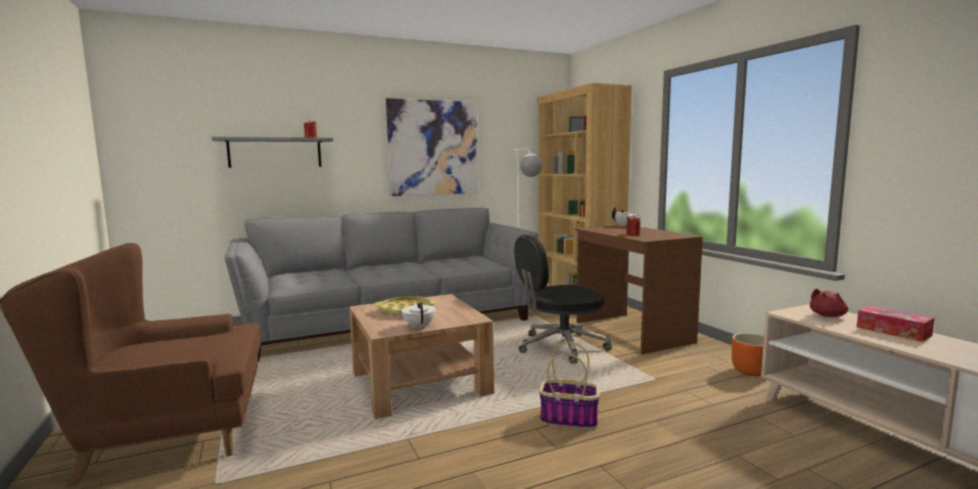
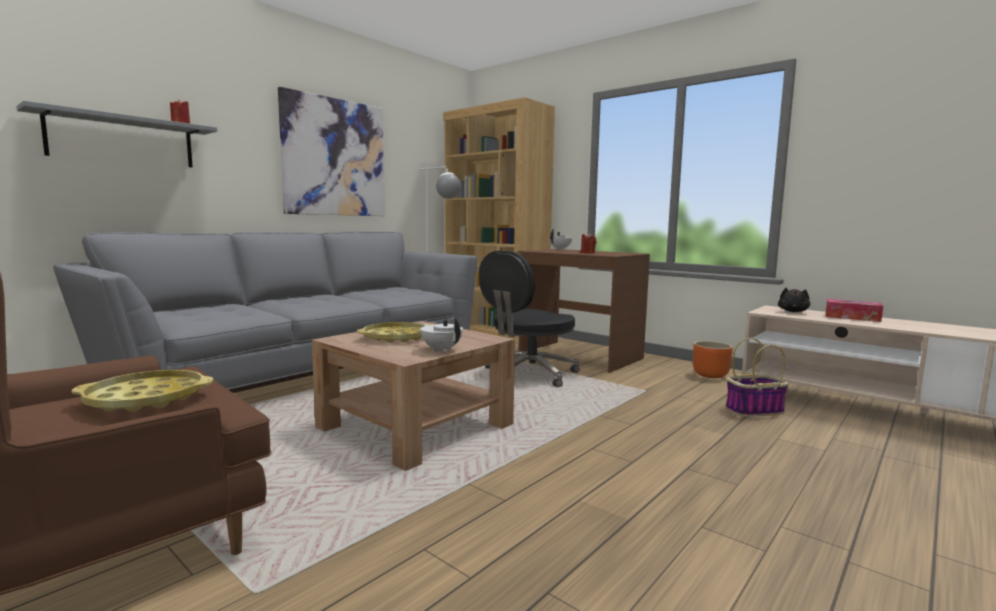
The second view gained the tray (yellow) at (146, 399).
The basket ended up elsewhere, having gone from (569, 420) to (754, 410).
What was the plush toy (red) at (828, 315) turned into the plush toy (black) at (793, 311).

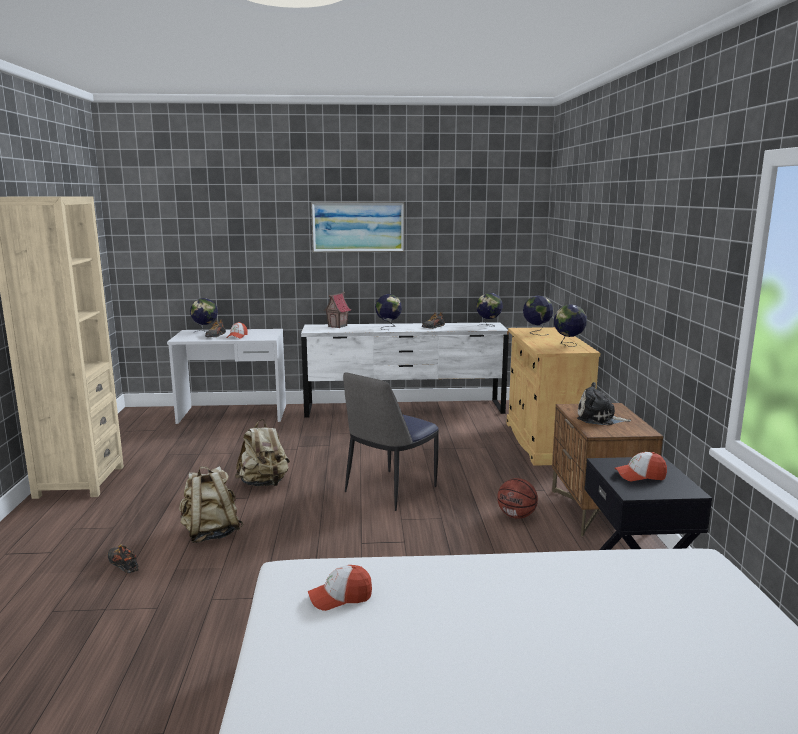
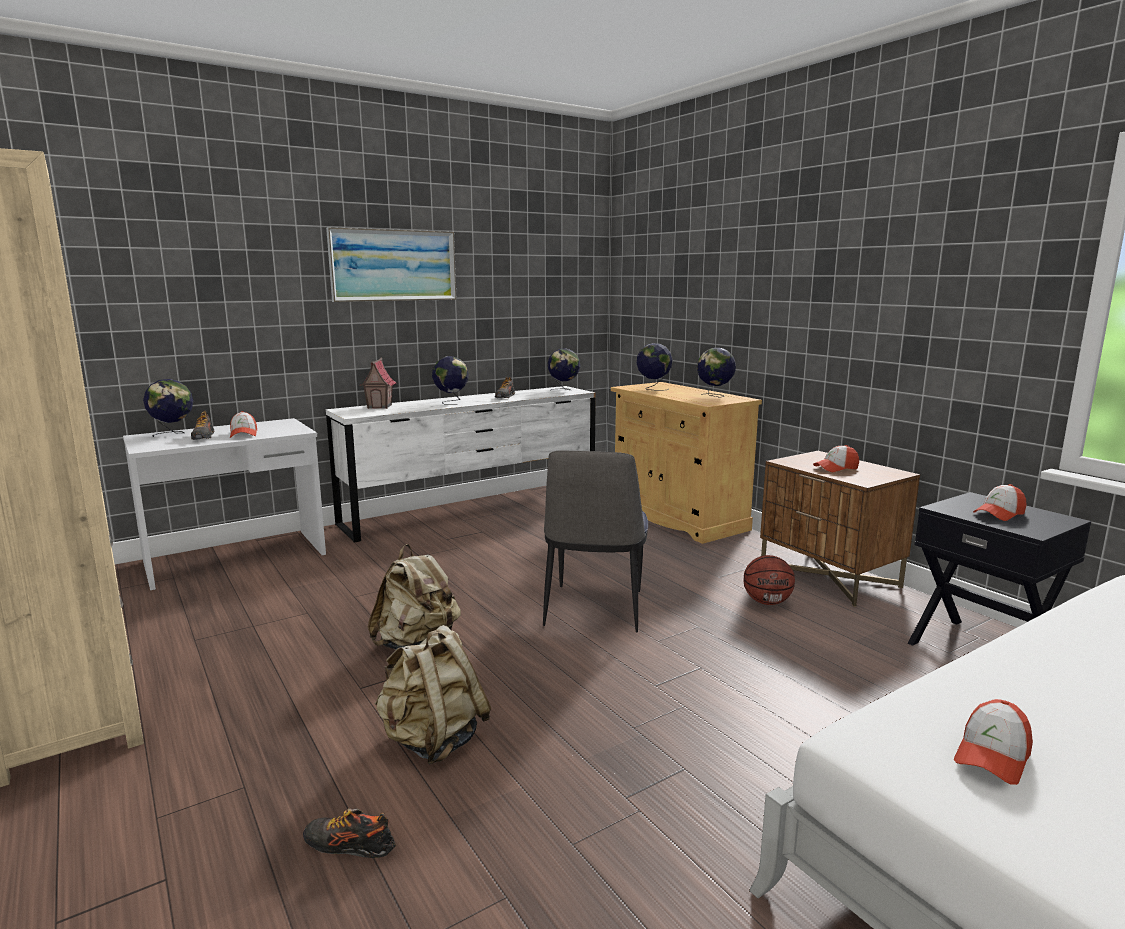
Where the plush toy stood at (599, 419), the cap came to stand at (836, 468).

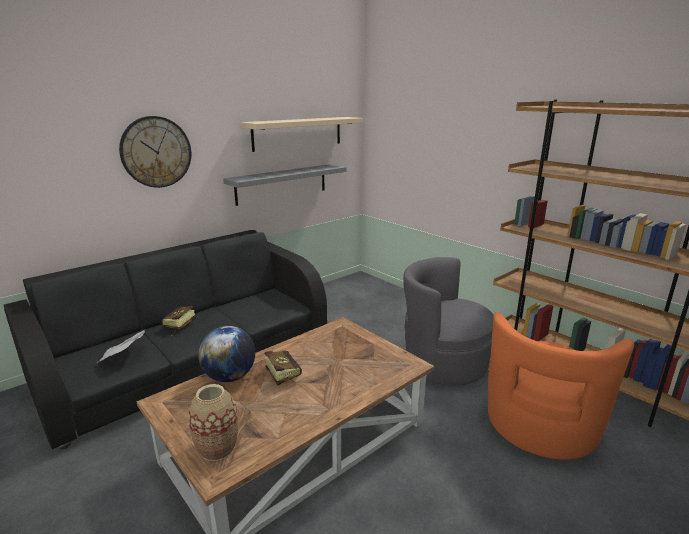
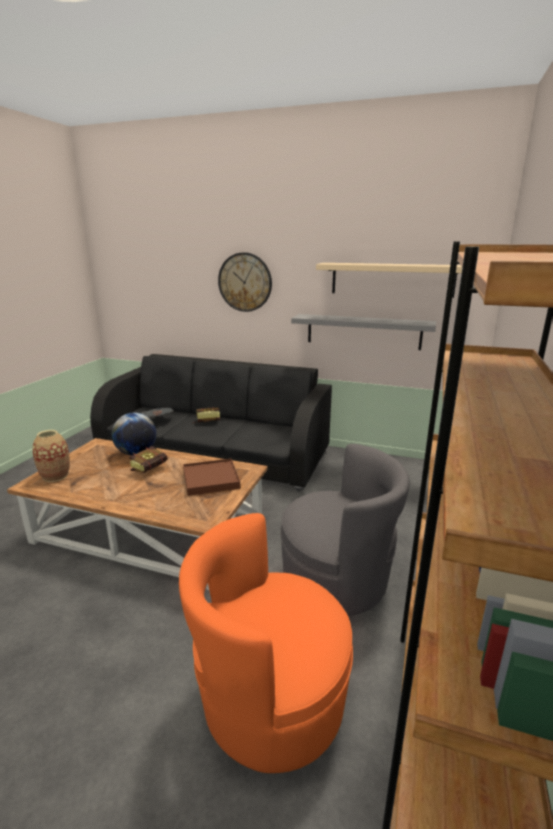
The second view gained the tray (brown) at (210, 479).
The armchair (grey) at (443, 363) ended up facing another way, 105 degrees clockwise from before.

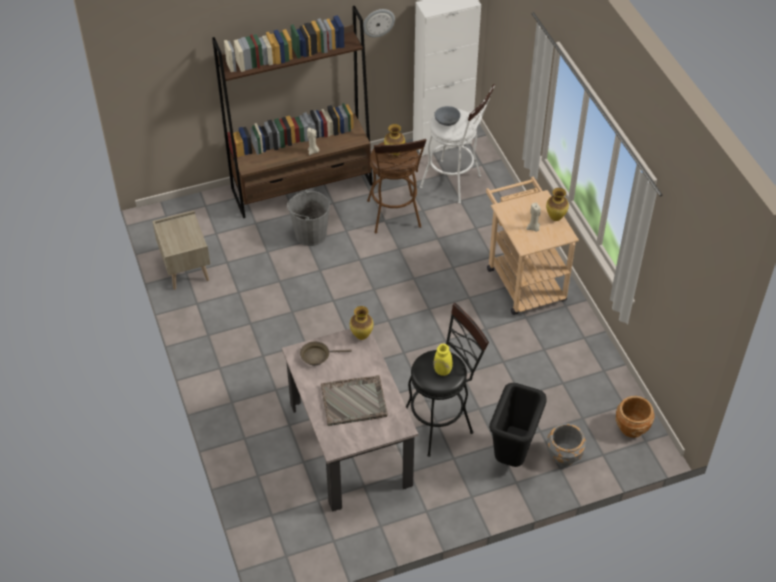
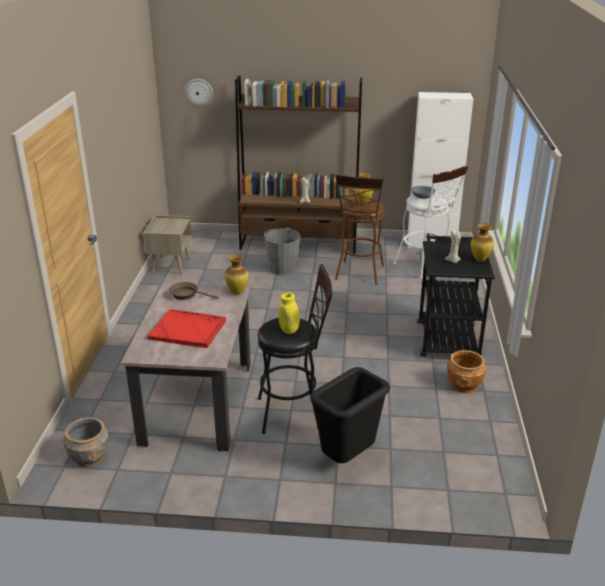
The wall clock ended up elsewhere, having gone from (378, 22) to (199, 92).
The planter (grey) ended up elsewhere, having gone from (563, 455) to (89, 457).
The planter (brown) ended up elsewhere, having gone from (632, 427) to (464, 385).
What was the tray (grey) at (354, 401) turned into the tray (red) at (188, 330).
What was the cart (beige) at (522, 279) turned into the cart (black) at (447, 336).

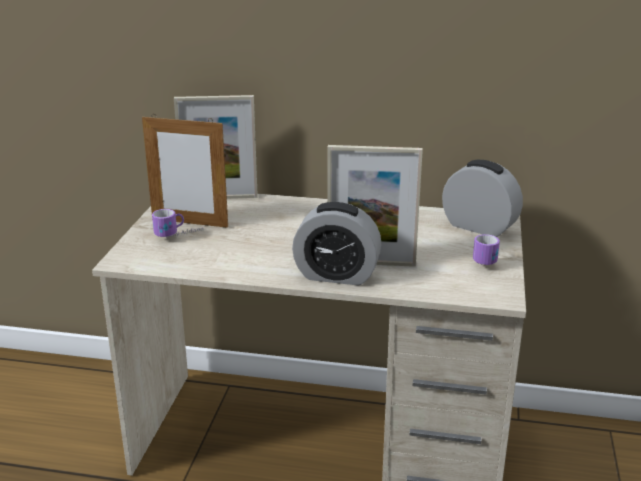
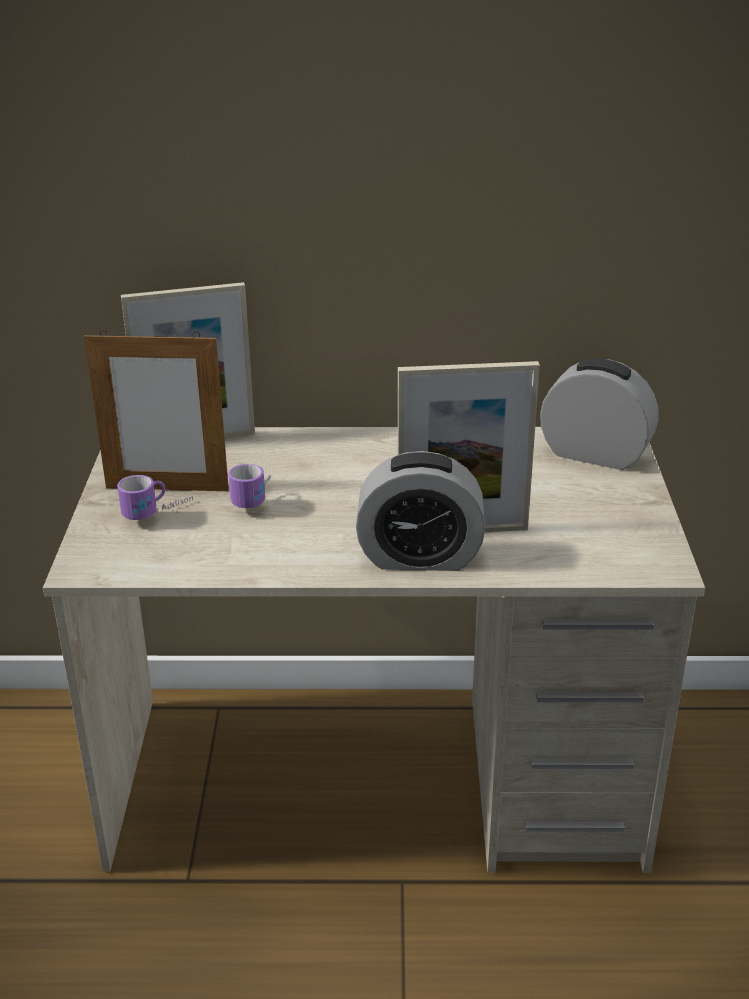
The mug ended up elsewhere, having gone from (489, 260) to (257, 498).

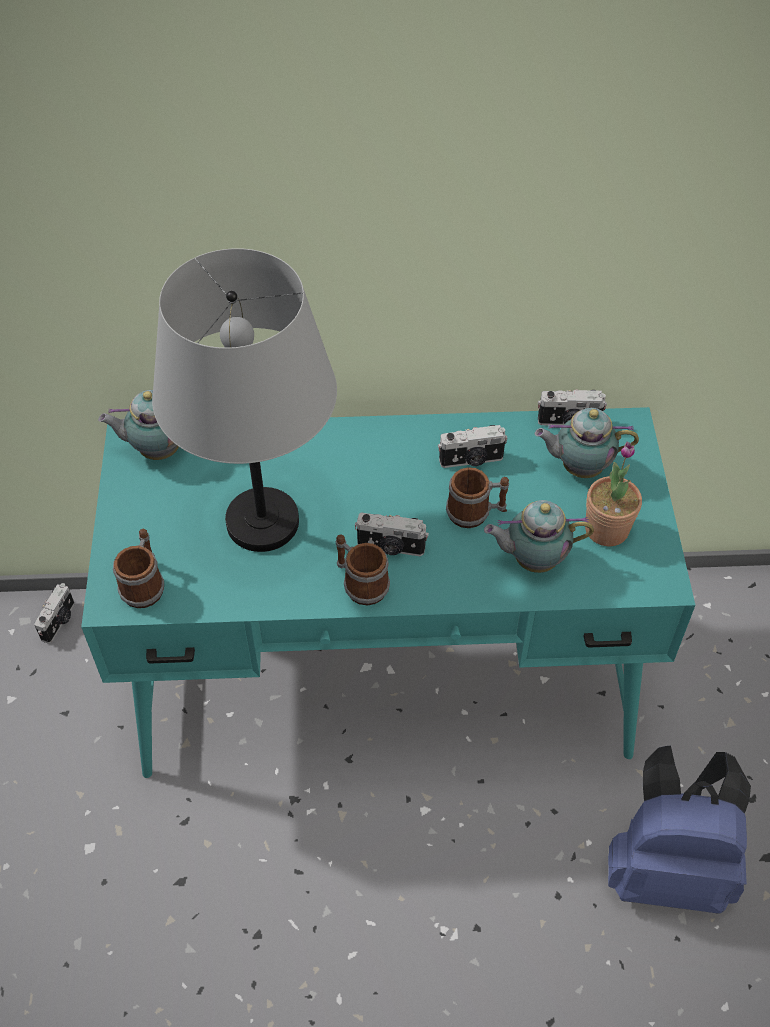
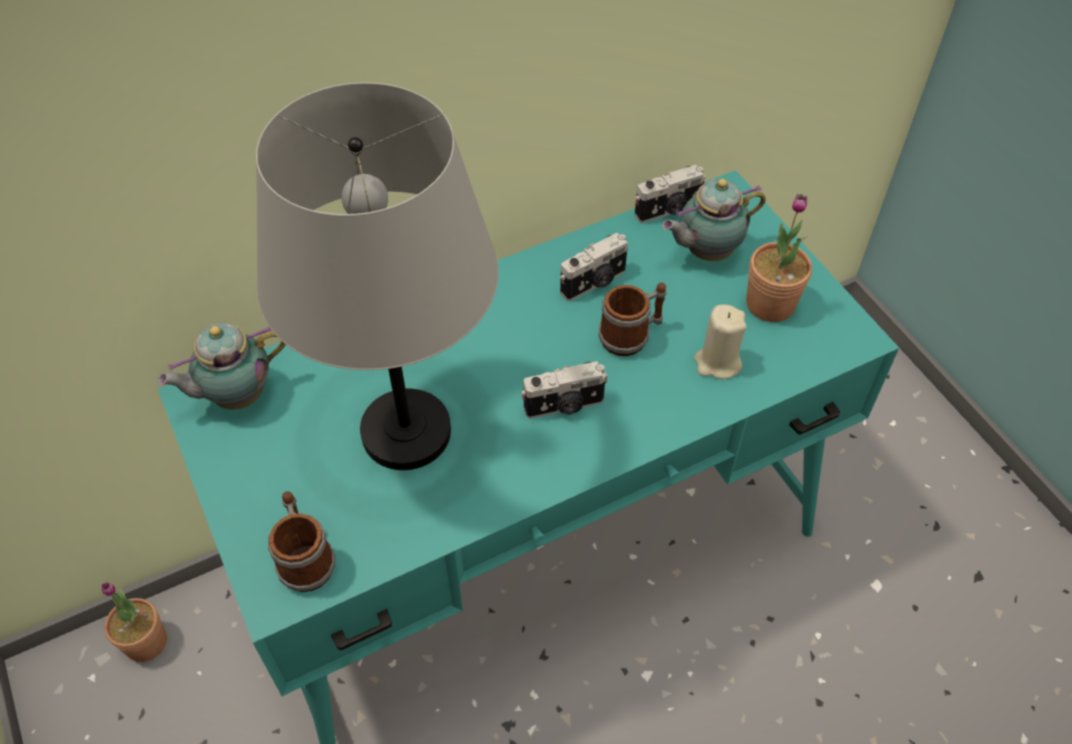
The second view lost the mug at (360, 583).
The second view lost the backpack (blue) at (666, 867).
Where the photo camera stood at (59, 621), the potted plant came to stand at (146, 642).
Where the teapot stood at (532, 559), the candle (beige) came to stand at (717, 362).

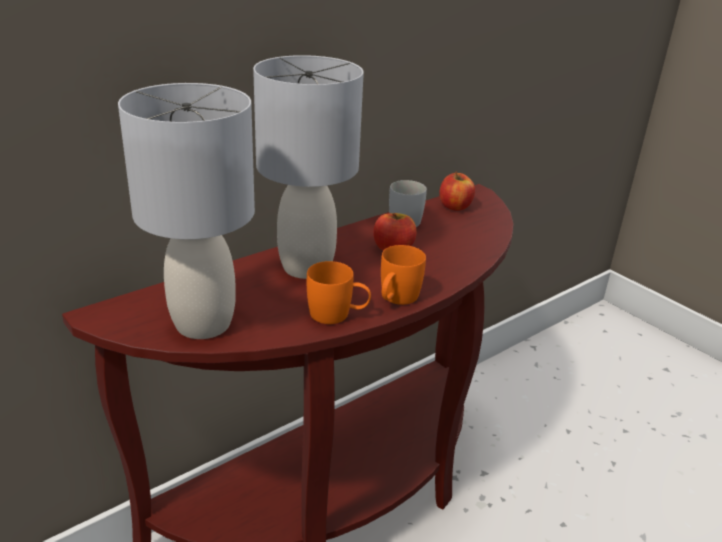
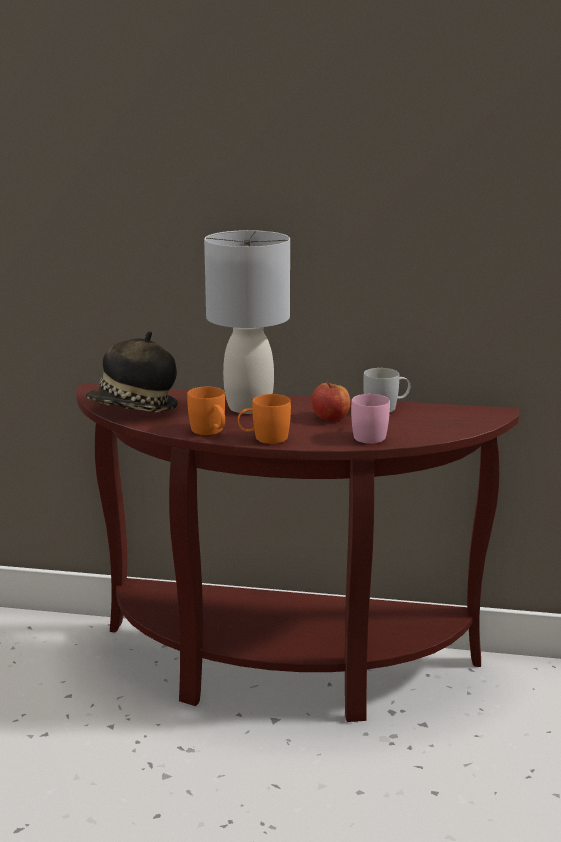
The second view lost the apple at (455, 206).
The second view gained the mug (pink) at (370, 435).
Where the table lamp (grey) stood at (204, 323), the hat came to stand at (134, 409).

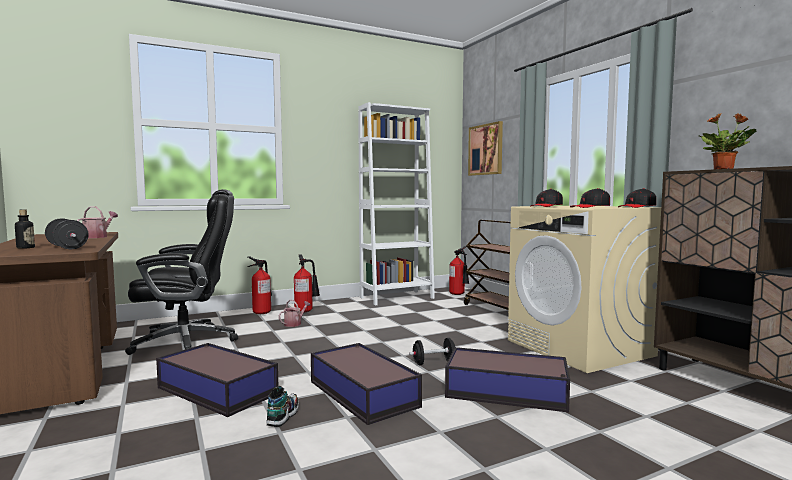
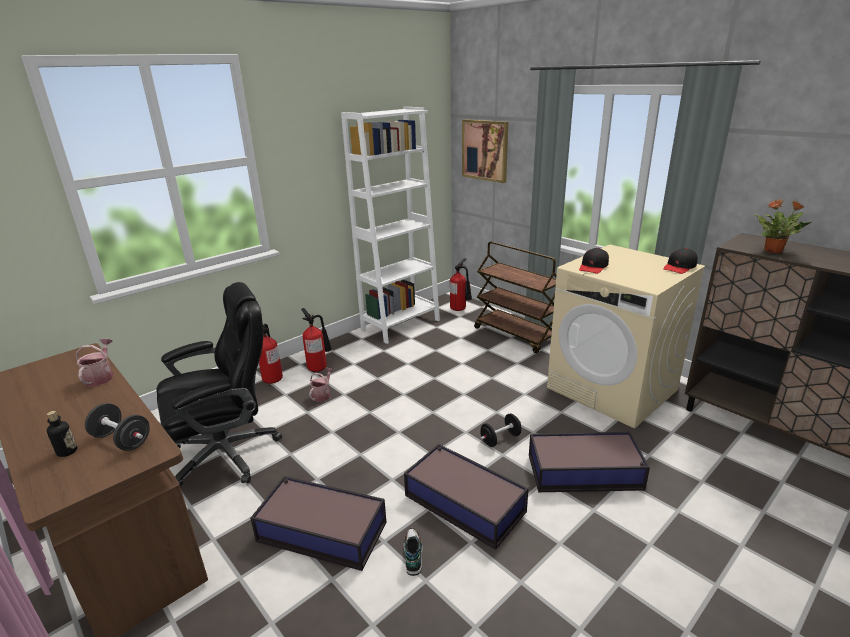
The second view lost the cap (black) at (590, 207).

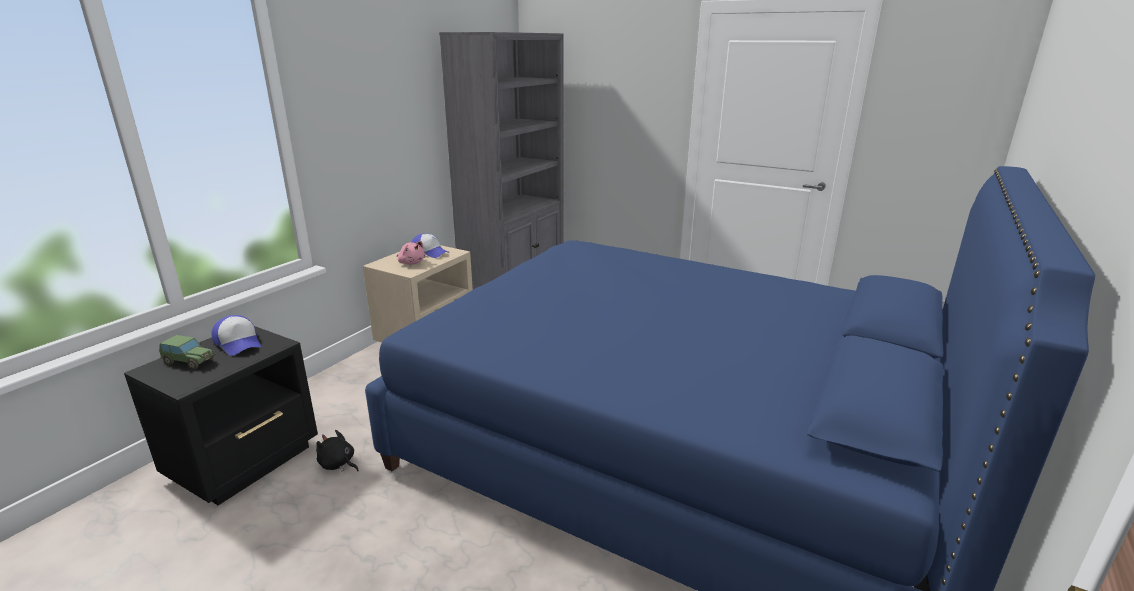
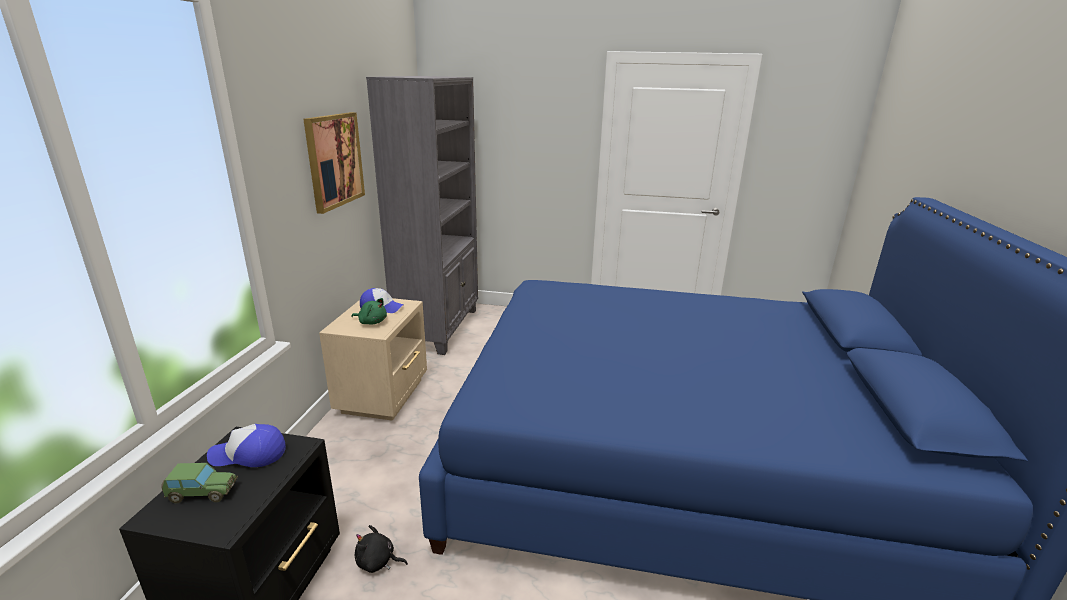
The second view gained the picture at (334, 160).
What was the plush toy (pink) at (411, 263) turned into the plush toy (green) at (371, 322).
The cap at (239, 343) ended up facing another way, 150 degrees clockwise from before.

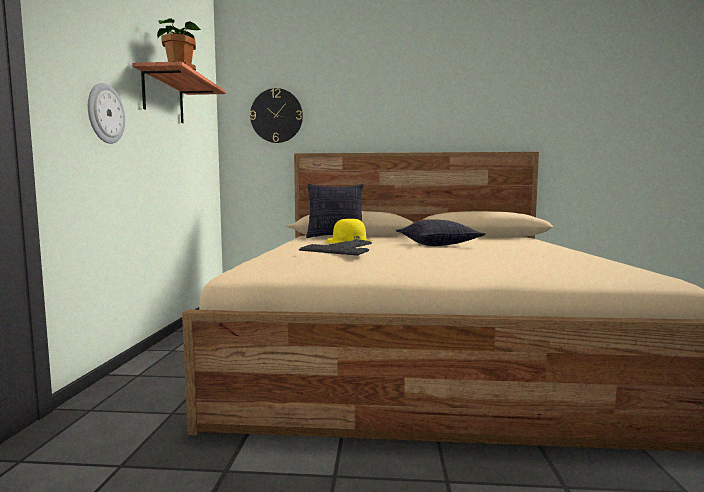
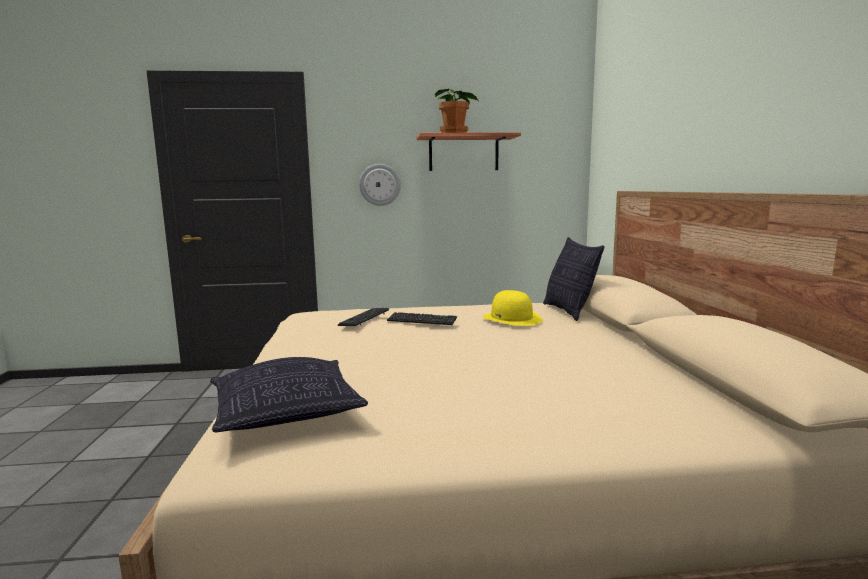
The second view lost the wall clock at (276, 116).
The pillow ended up elsewhere, having gone from (438, 245) to (286, 414).

